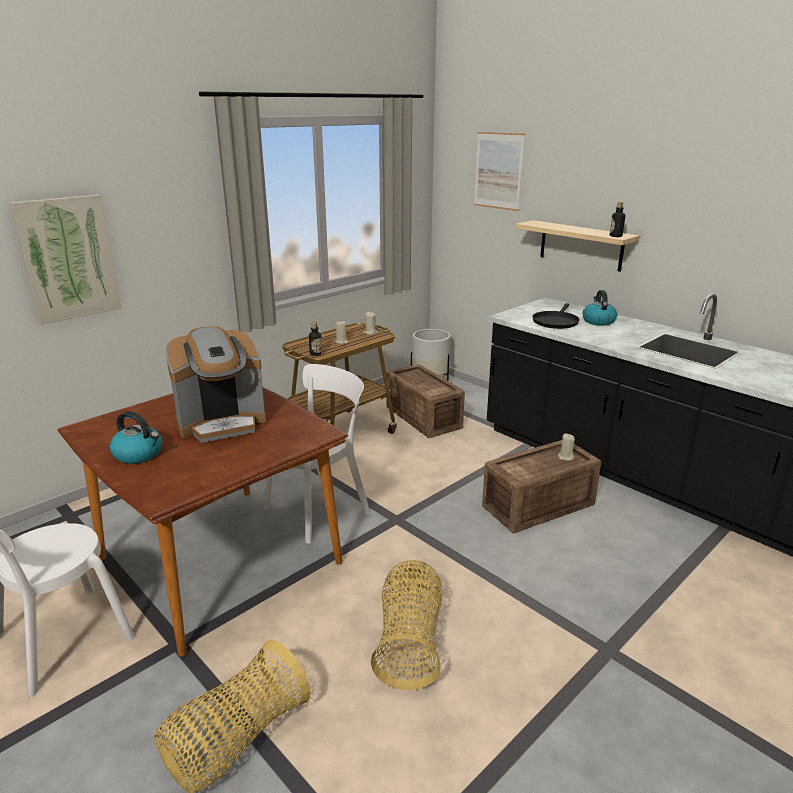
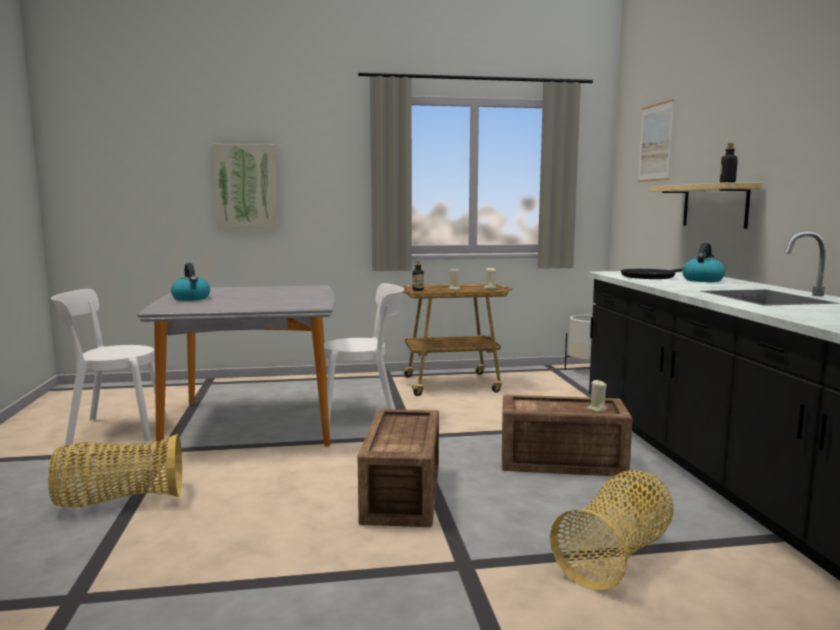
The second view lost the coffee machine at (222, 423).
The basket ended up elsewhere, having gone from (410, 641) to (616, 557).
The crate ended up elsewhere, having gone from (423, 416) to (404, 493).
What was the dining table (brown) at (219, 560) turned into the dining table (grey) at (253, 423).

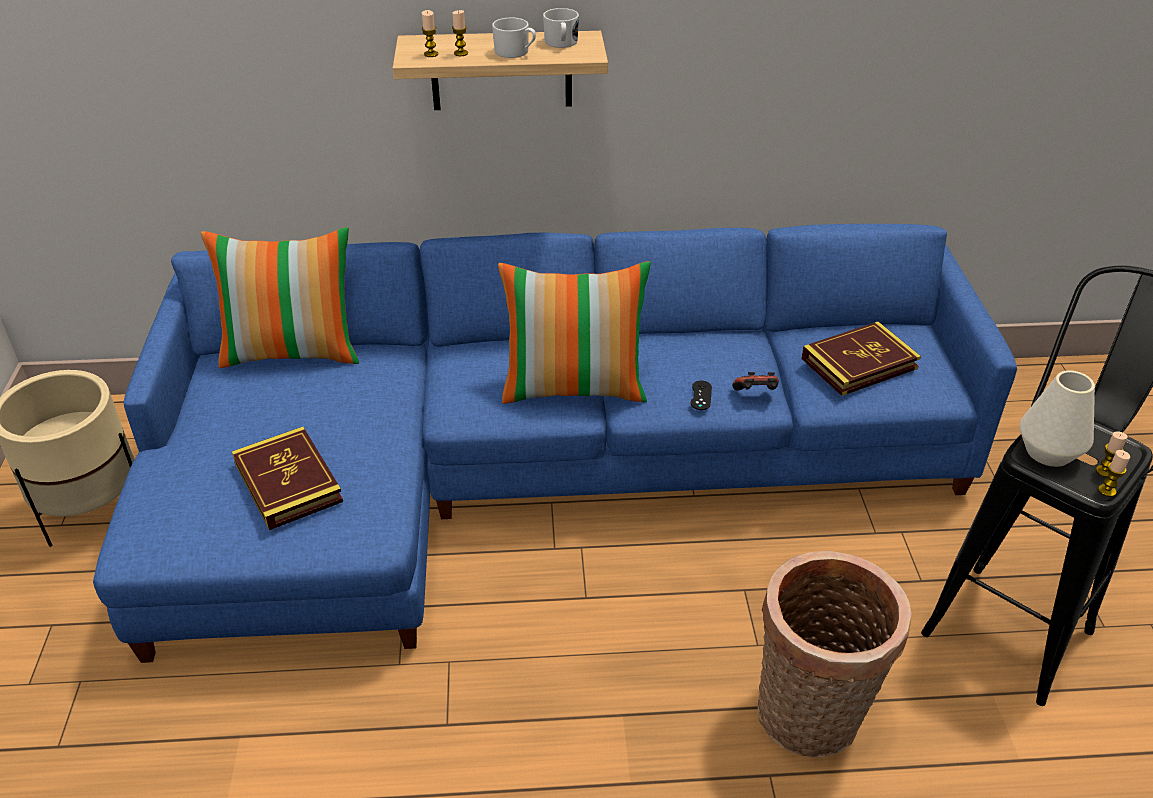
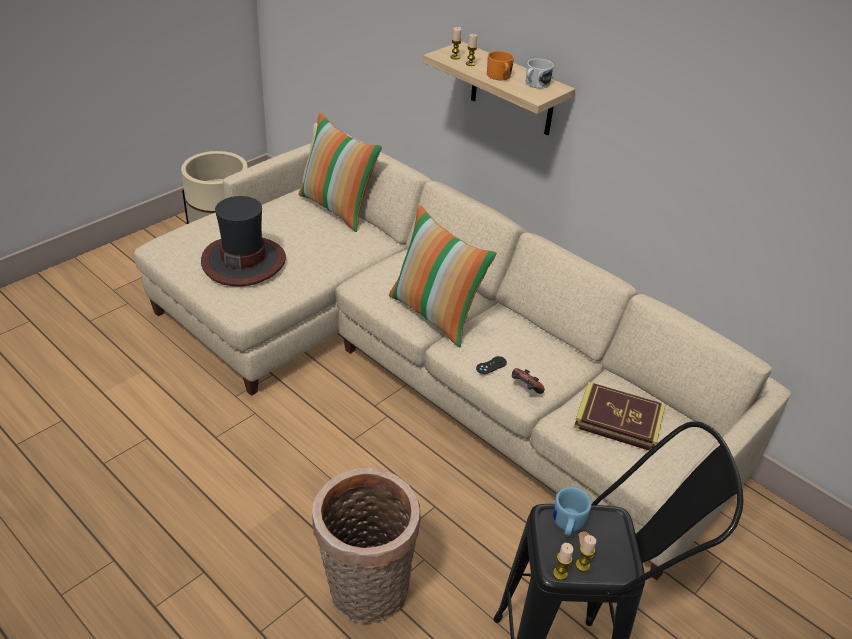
Where the book stood at (288, 482), the hat came to stand at (244, 261).
Where the vase (white) stood at (1049, 452), the mug (blue) came to stand at (566, 525).
What was the sofa (blue) at (527, 472) turned into the sofa (beige) at (418, 361).
What was the mug (white) at (515, 52) turned into the mug (orange) at (499, 76).

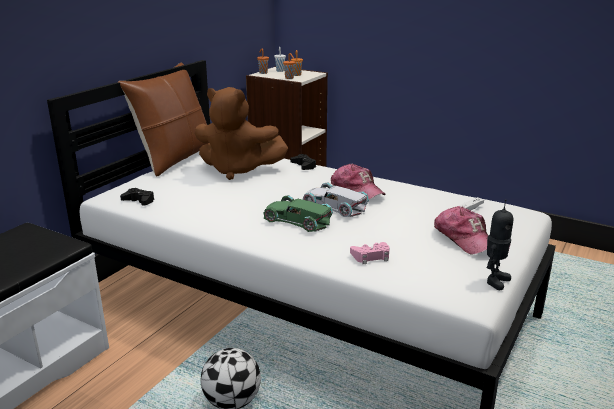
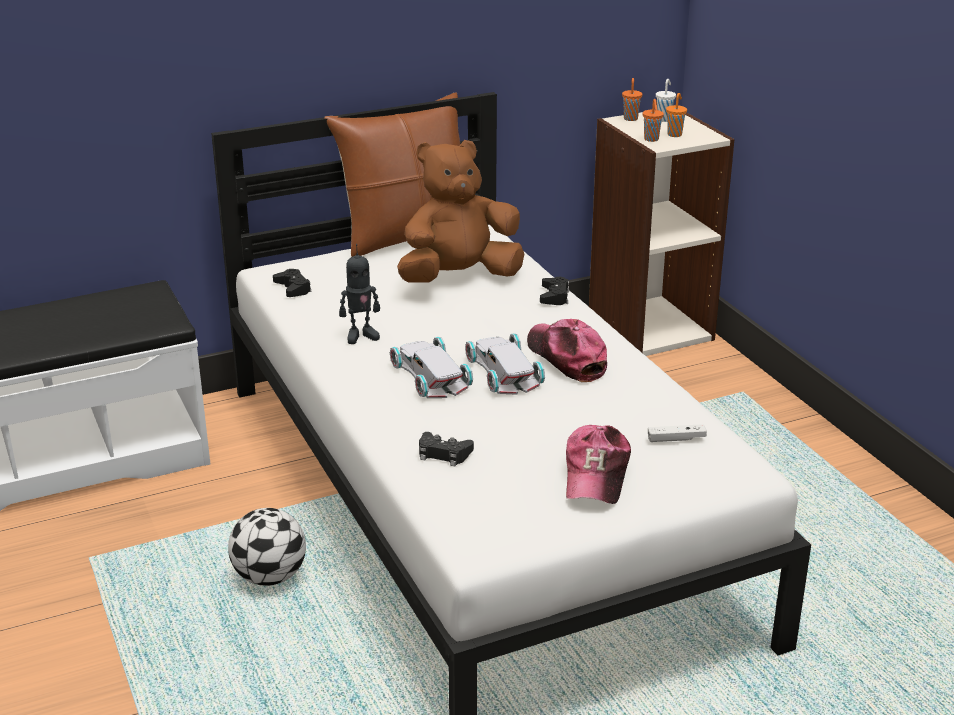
The toy robot ended up elsewhere, having gone from (494, 281) to (361, 336).
What was the toy car (green) at (297, 219) turned into the toy car (white) at (431, 374).
What was the game controller (pink) at (371, 256) turned into the game controller (black) at (443, 454).
The plush toy (brown) at (238, 170) ended up facing another way, 105 degrees clockwise from before.
The cap at (356, 190) ended up facing another way, 150 degrees clockwise from before.

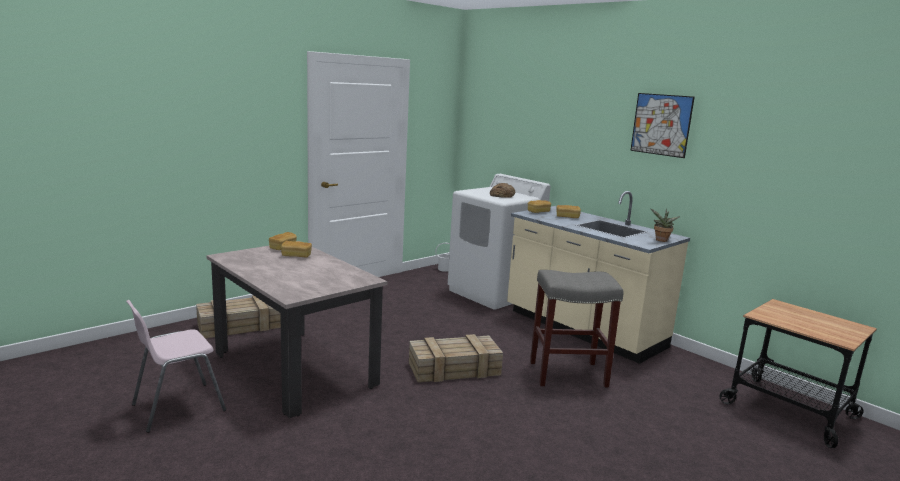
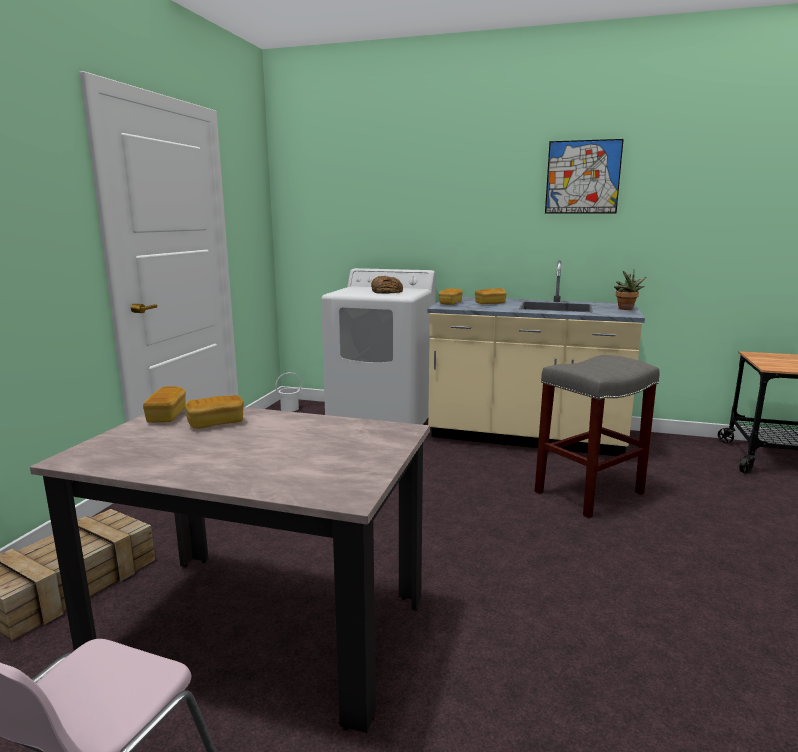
The second view lost the crate at (455, 368).

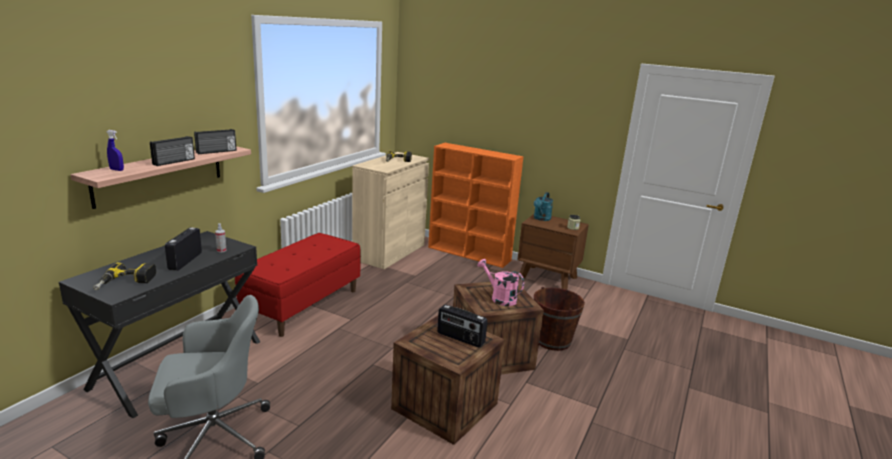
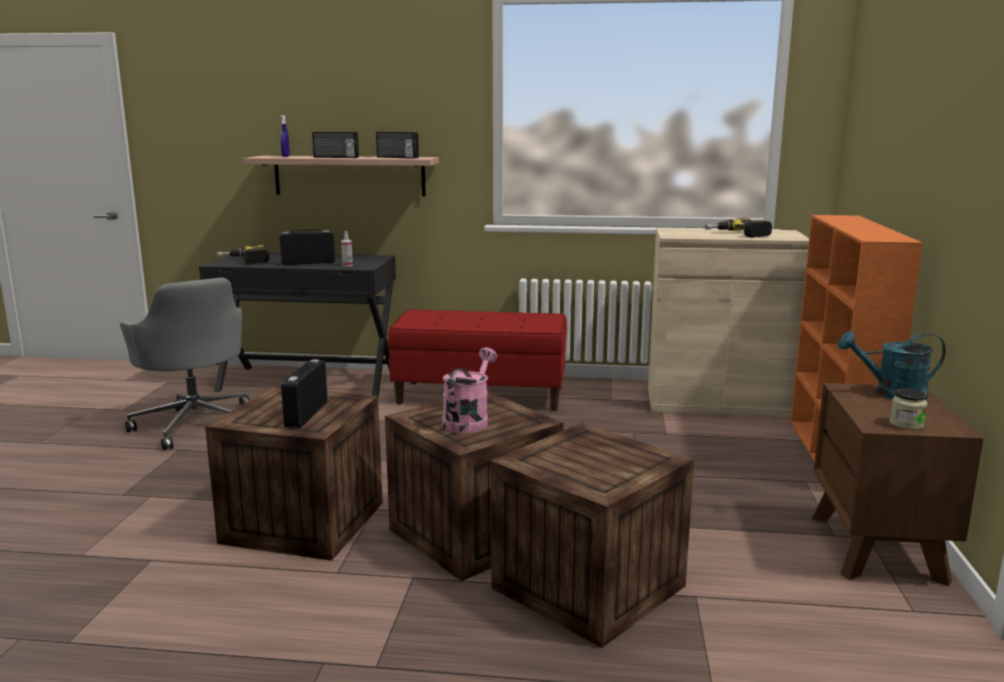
Where the bucket (brown) stood at (552, 340), the crate came to stand at (588, 587).

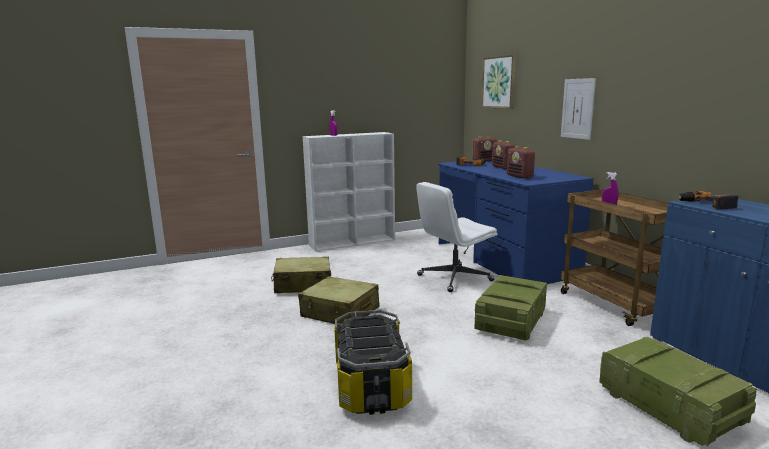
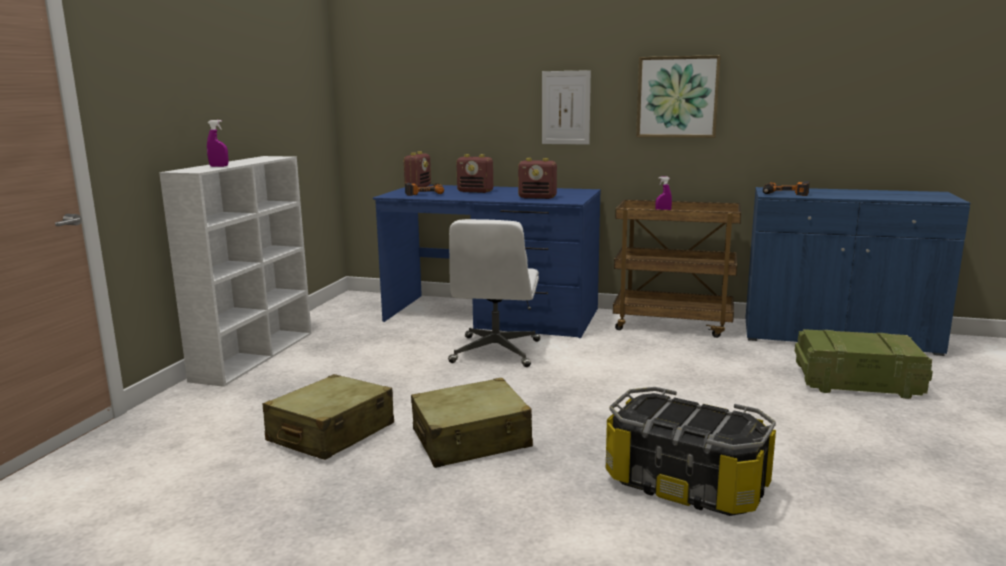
The second view lost the crate at (511, 322).
The picture ended up elsewhere, having gone from (499, 82) to (677, 97).

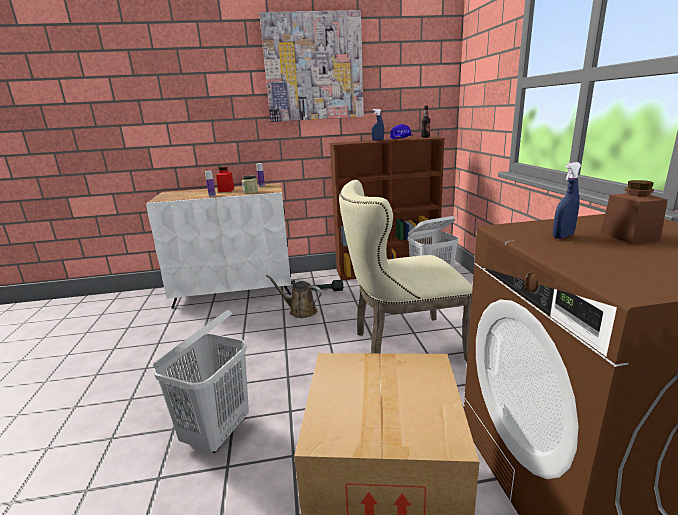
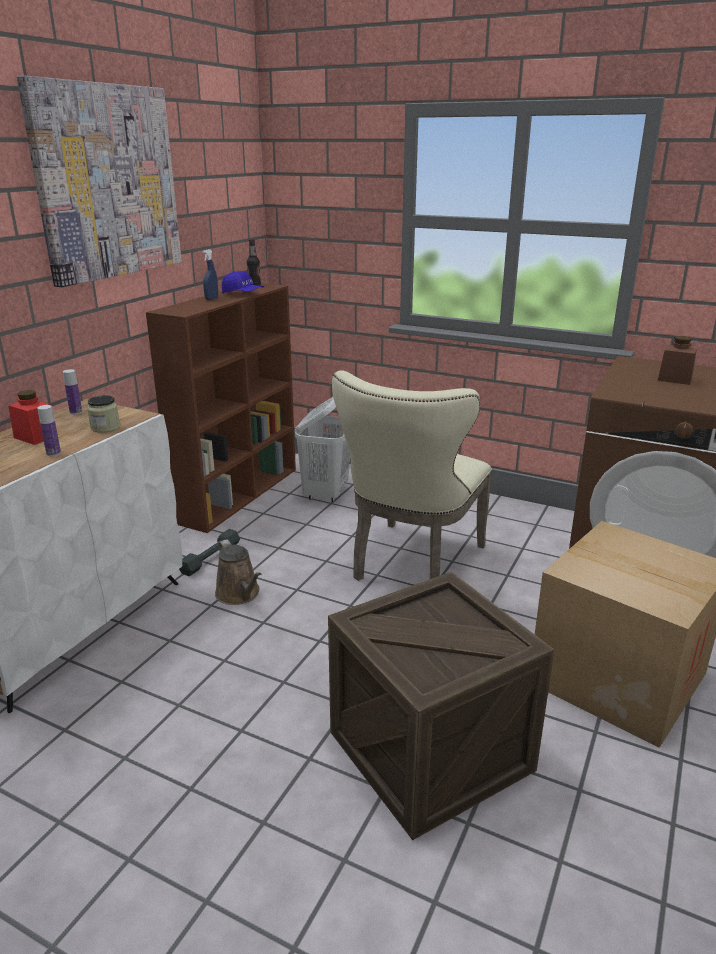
The second view lost the spray bottle (blue) at (563, 236).
Where the laundry basket (white) stood at (217, 432), the crate came to stand at (430, 751).
The watering can (brown) at (300, 311) ended up facing another way, 90 degrees counterclockwise from before.

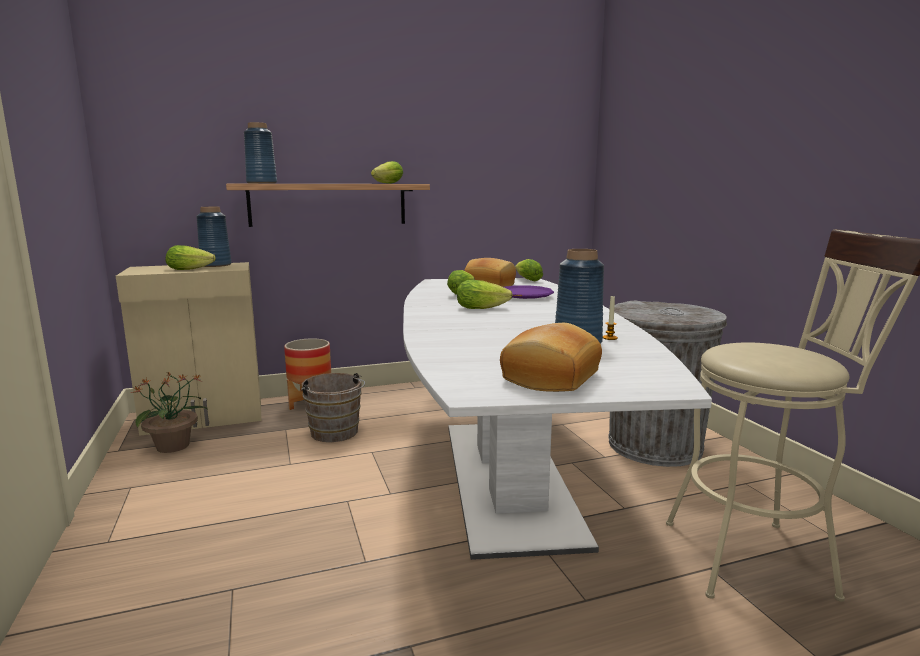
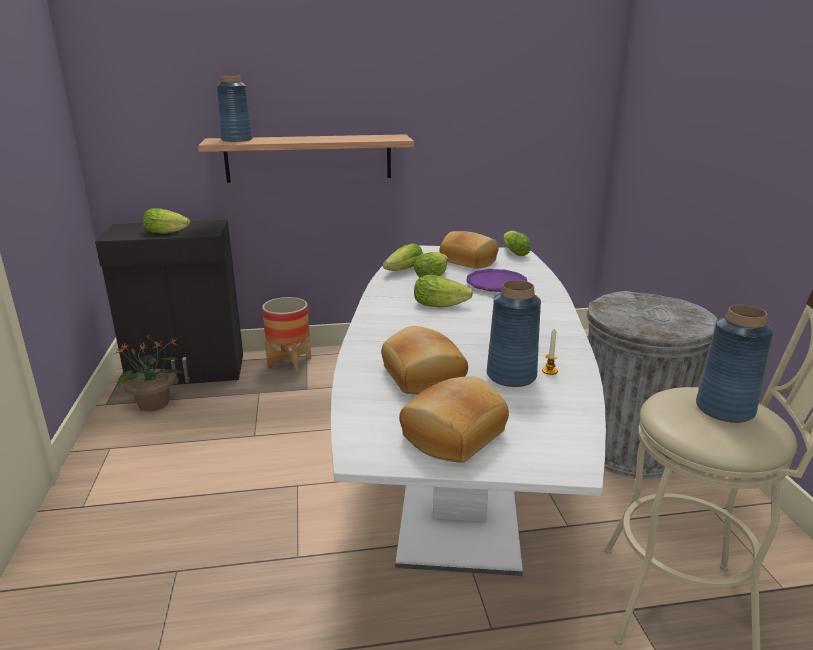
The second view lost the bucket (brown) at (335, 434).
The second view gained the bread at (421, 377).
The vase (blue) ended up elsewhere, having gone from (216, 265) to (725, 409).
The lettuce ended up elsewhere, having gone from (386, 183) to (401, 271).
What was the cabinet (beige) at (205, 417) turned into the cabinet (black) at (188, 371).

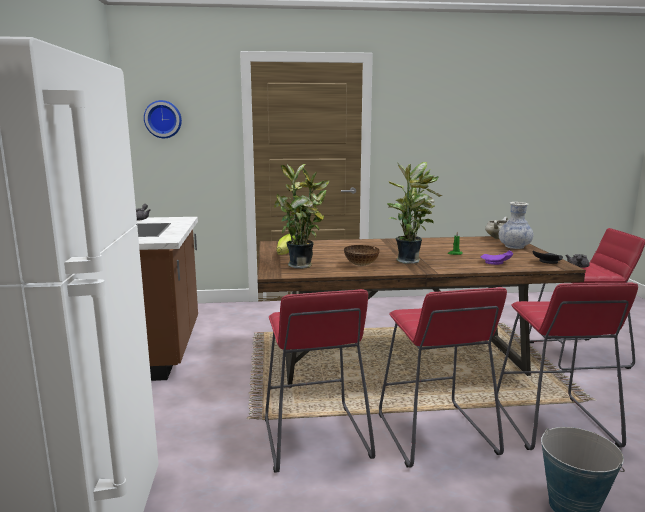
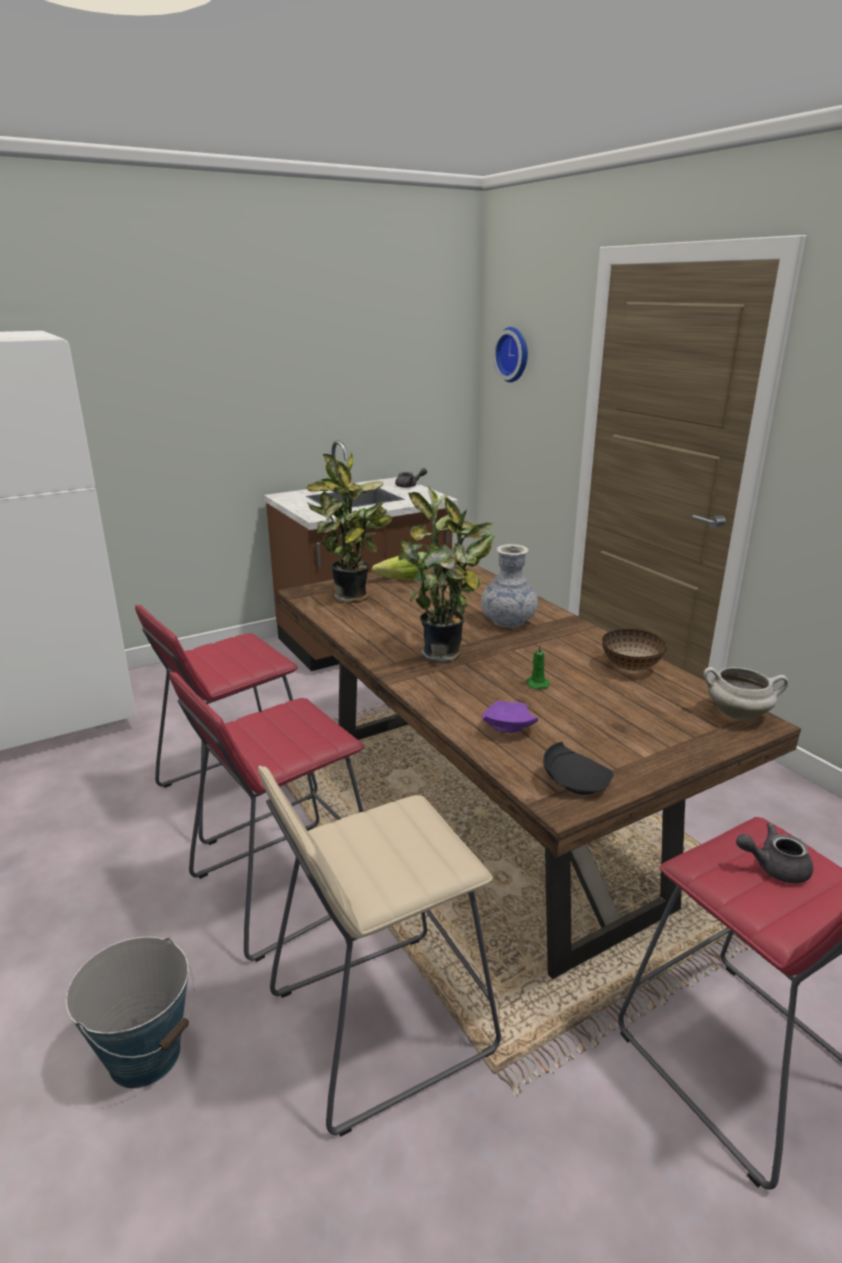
The bowl ended up elsewhere, having gone from (361, 265) to (629, 667).
The vase ended up elsewhere, having gone from (514, 247) to (508, 621).
What was the stool (red) at (553, 423) turned into the stool (beige) at (381, 1024).

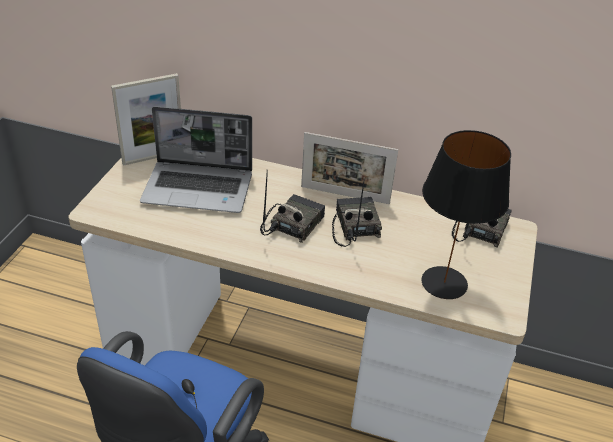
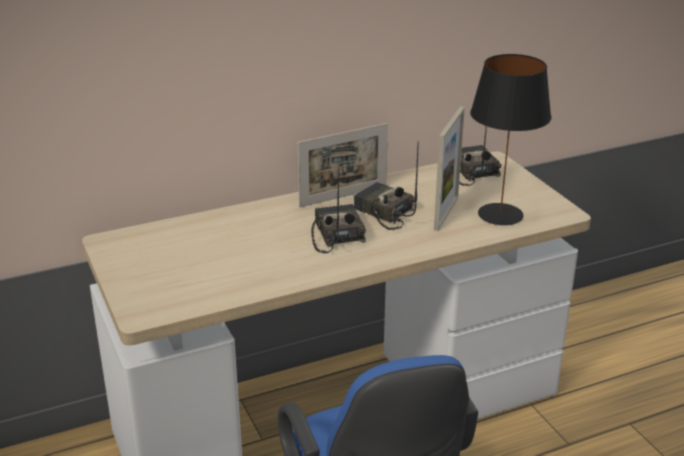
The second view lost the laptop at (199, 188).
The picture frame ended up elsewhere, having gone from (153, 157) to (446, 213).

